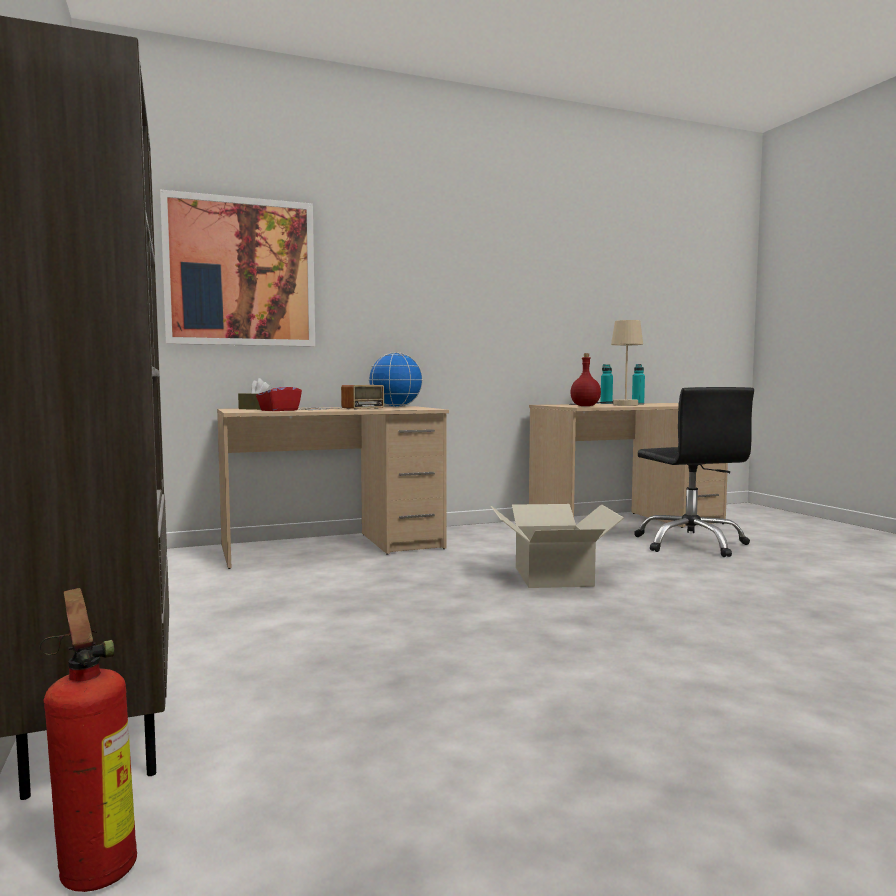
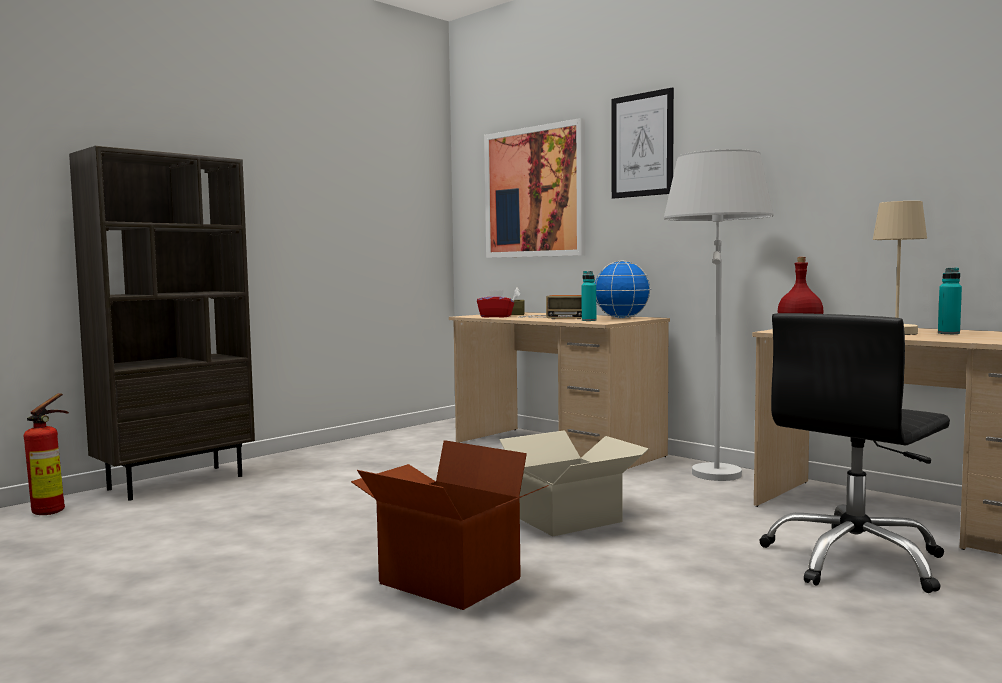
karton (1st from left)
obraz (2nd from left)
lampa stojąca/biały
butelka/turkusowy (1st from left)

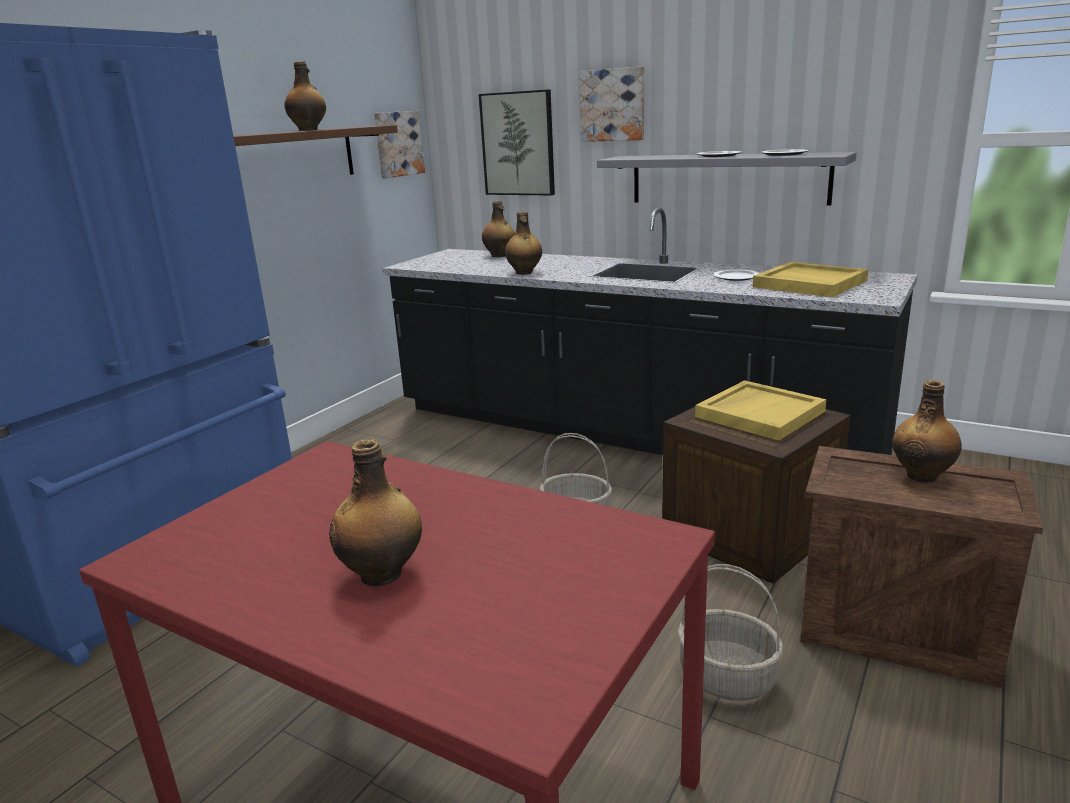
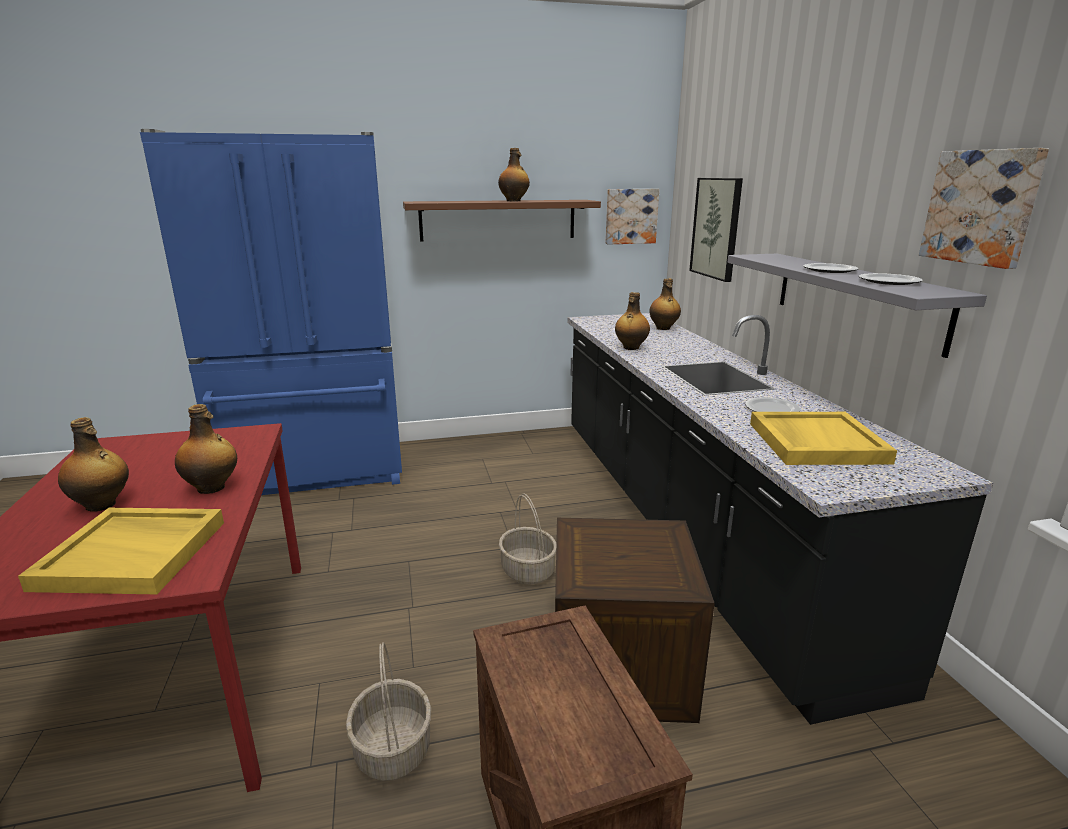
obraz (3rd from left)
taca/żółty (1st from left)
butelka (2nd from left)

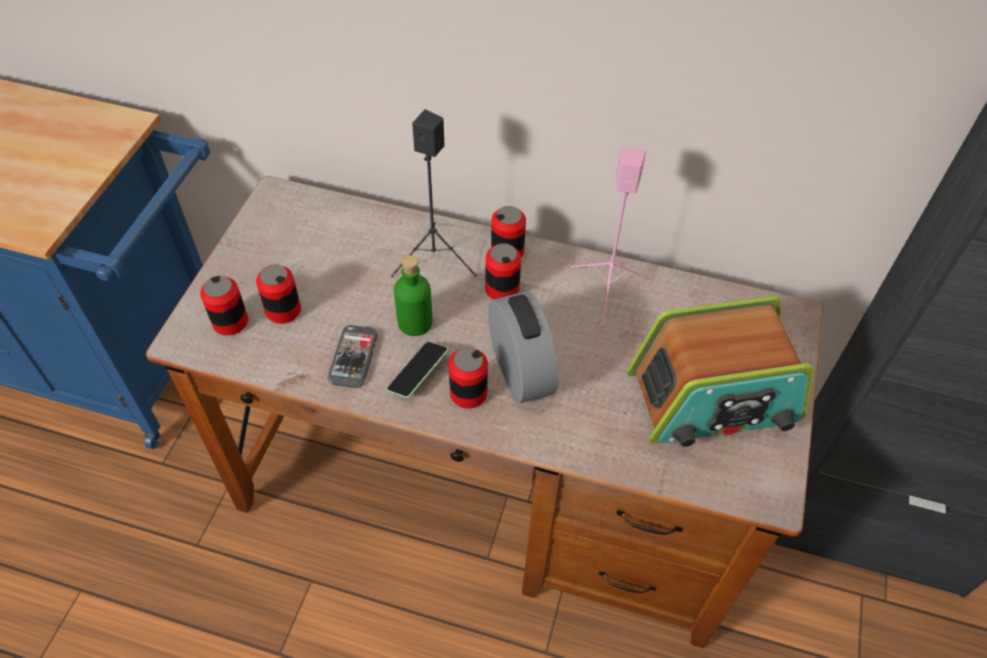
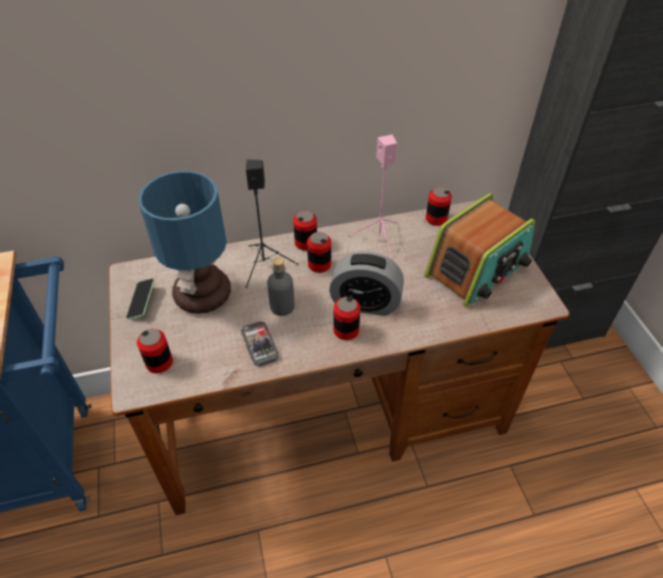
lampa stołowa
puszka (5th from left)
telefon (1st from left)
butelka/szary
budzik

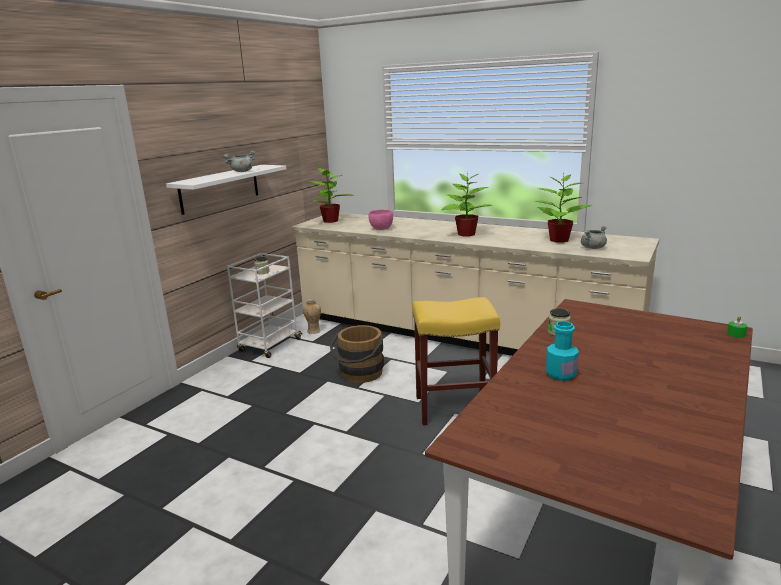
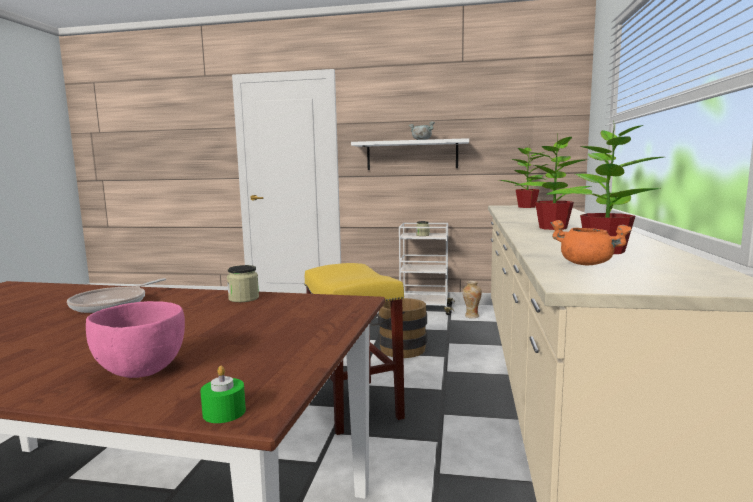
miska/różowy
patelnia
garnek/pomarańczowy

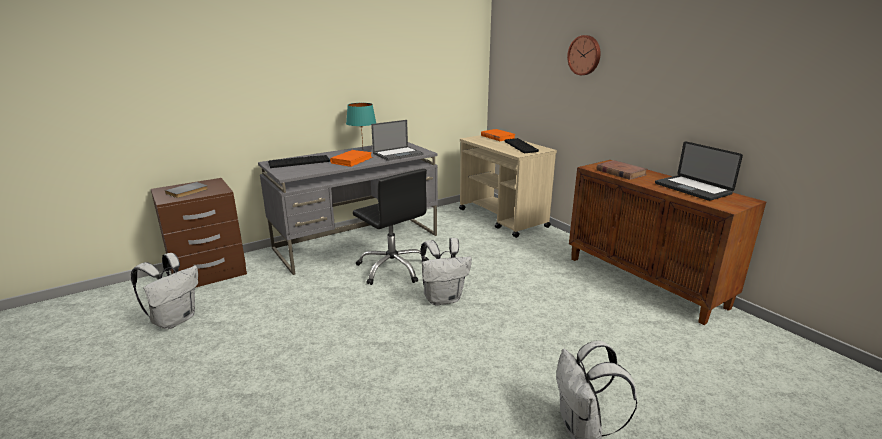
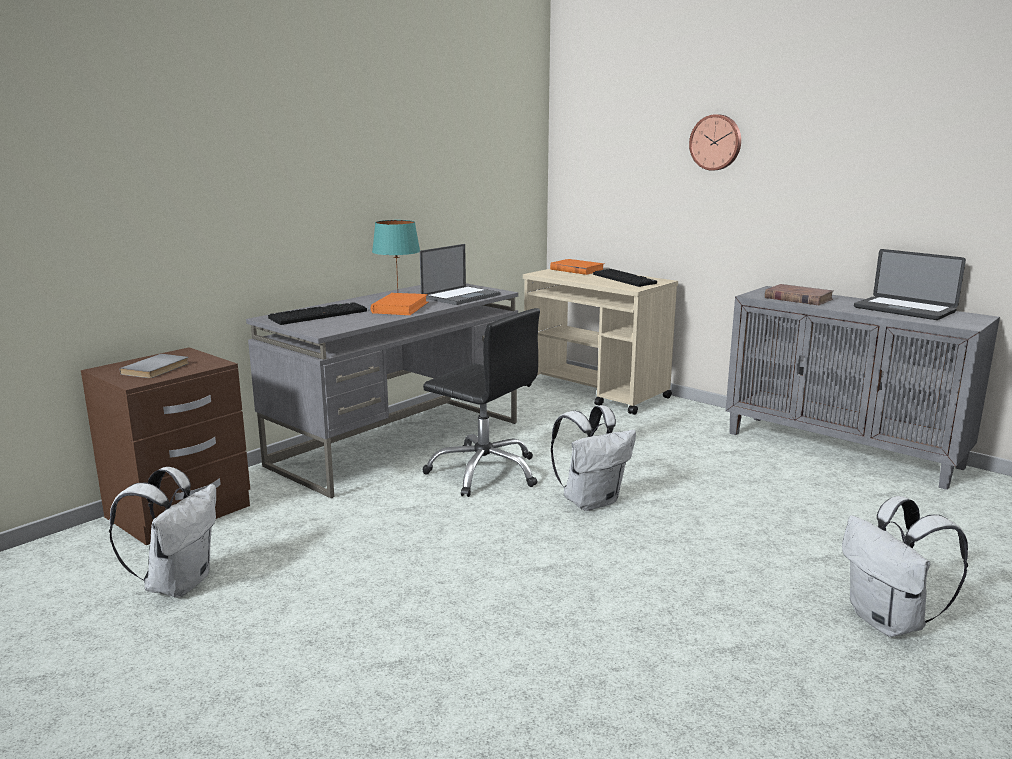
szafka/szary

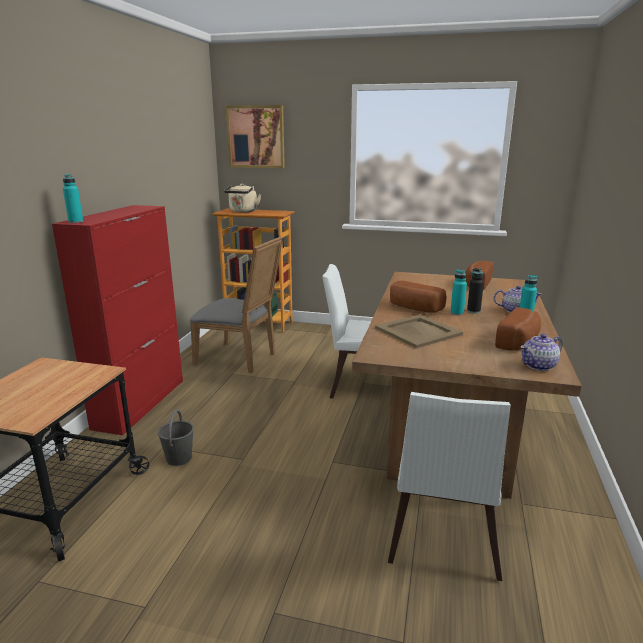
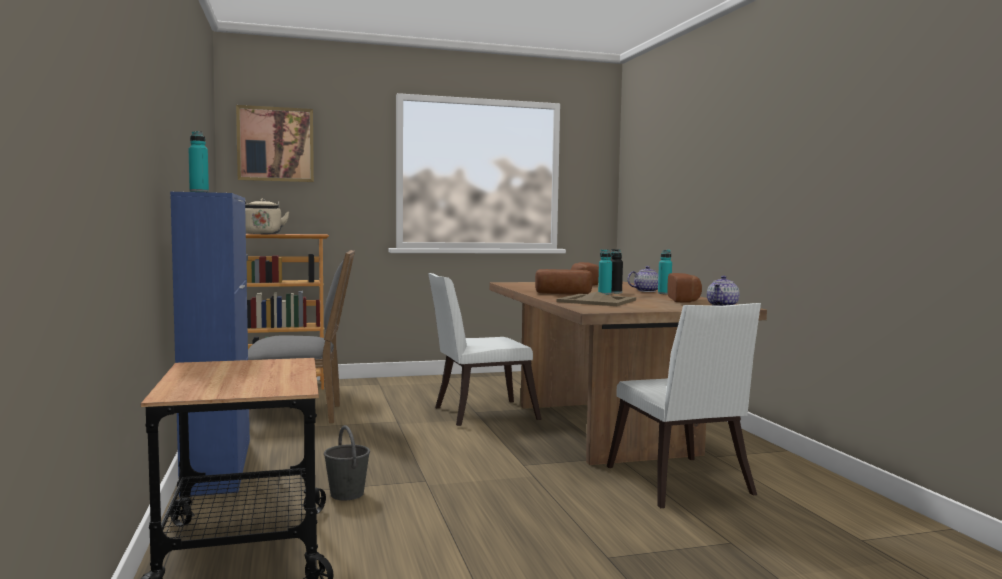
szafka/niebieski

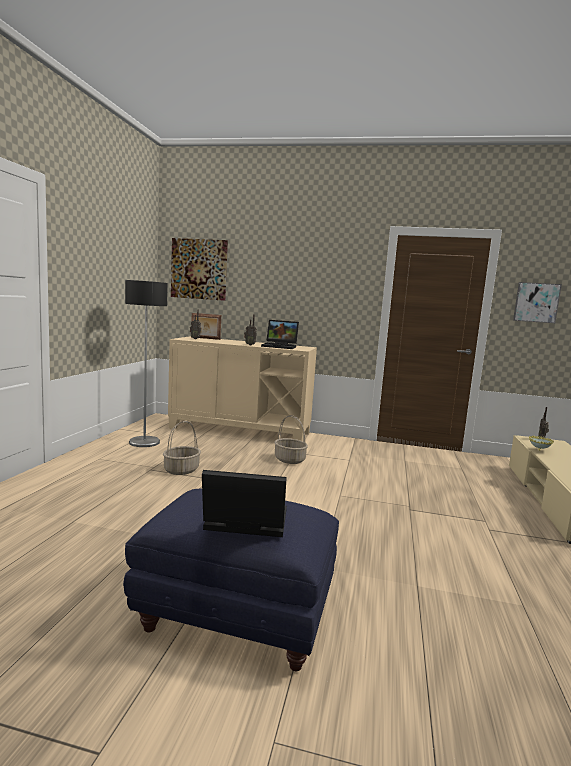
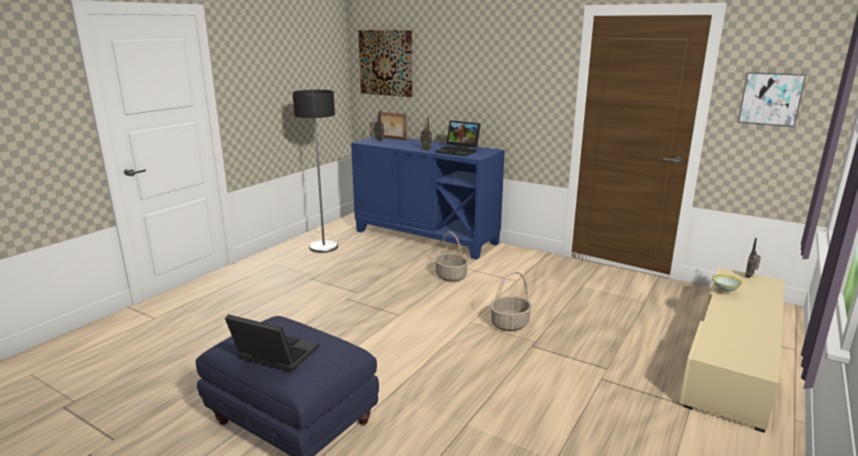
koszyk (2nd from left)
szafka/niebieski

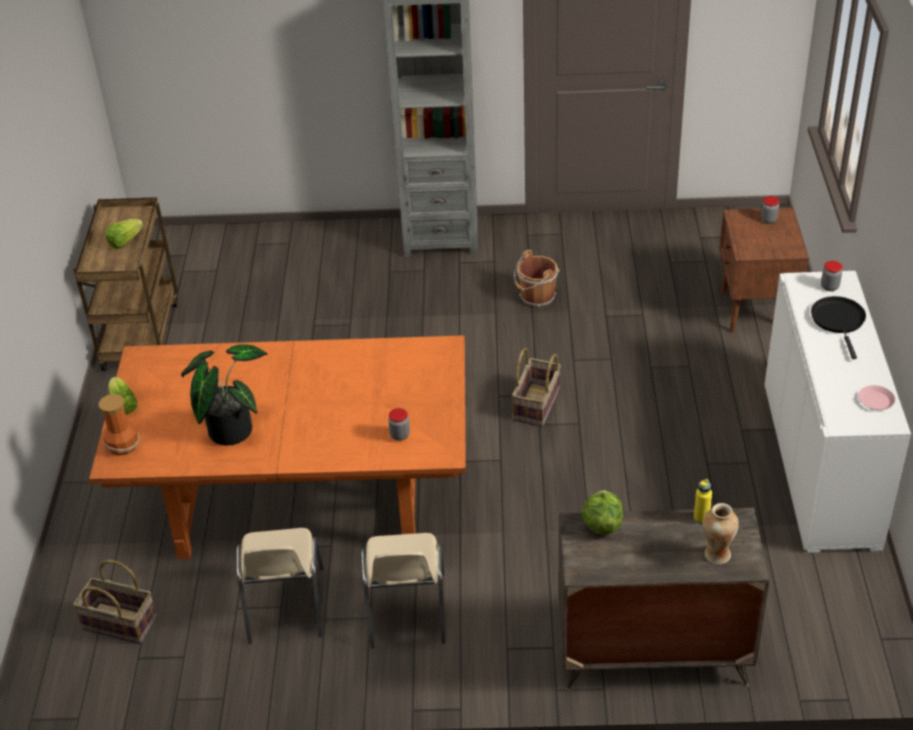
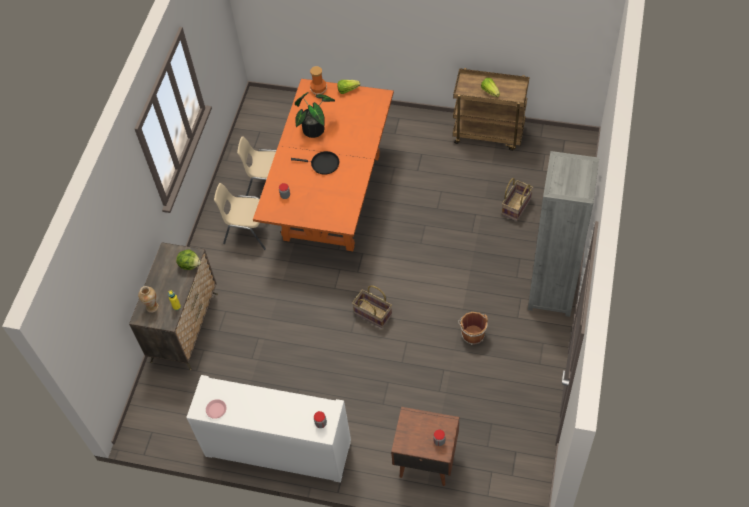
koszyk (2nd from left)
patelnia/czarny

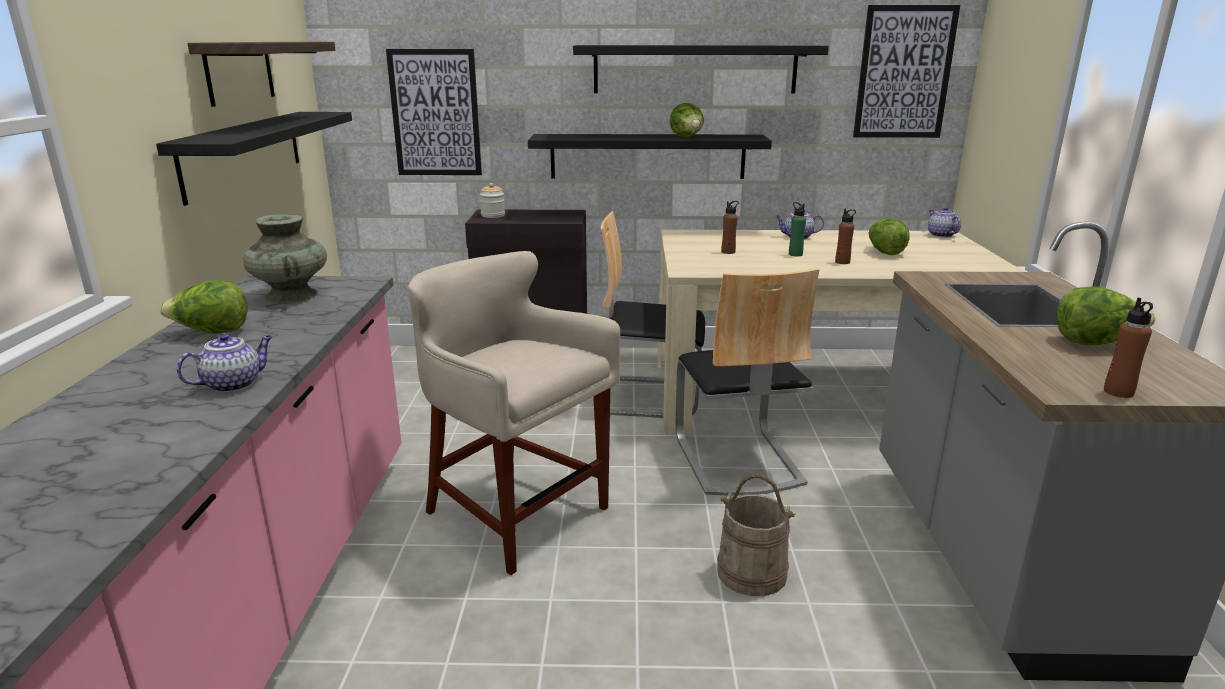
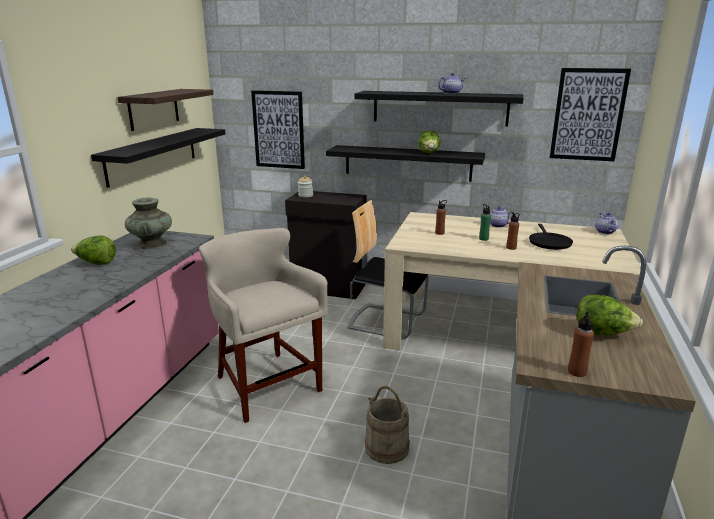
krzesło (2nd from left in the first image)
imbryk (1st from left)
patelnia/czarny

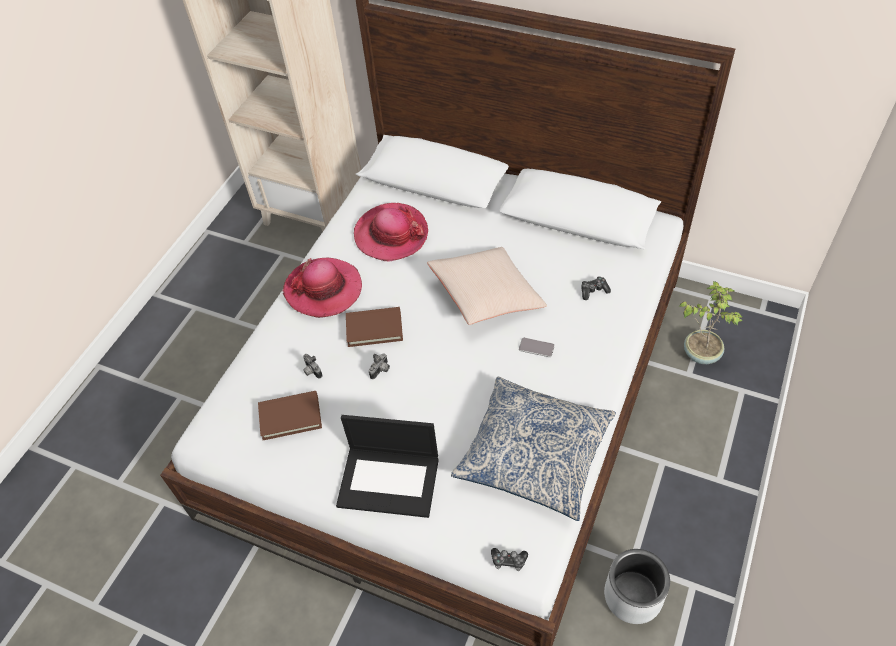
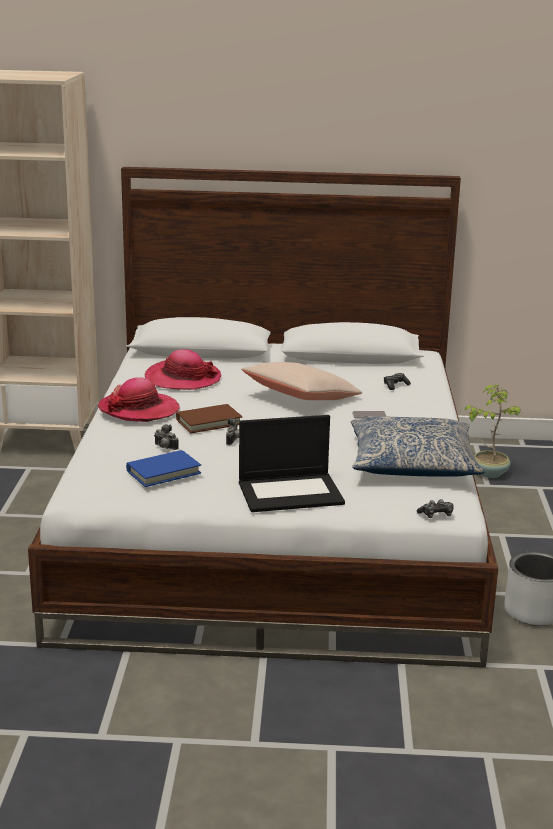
książka/niebieski

